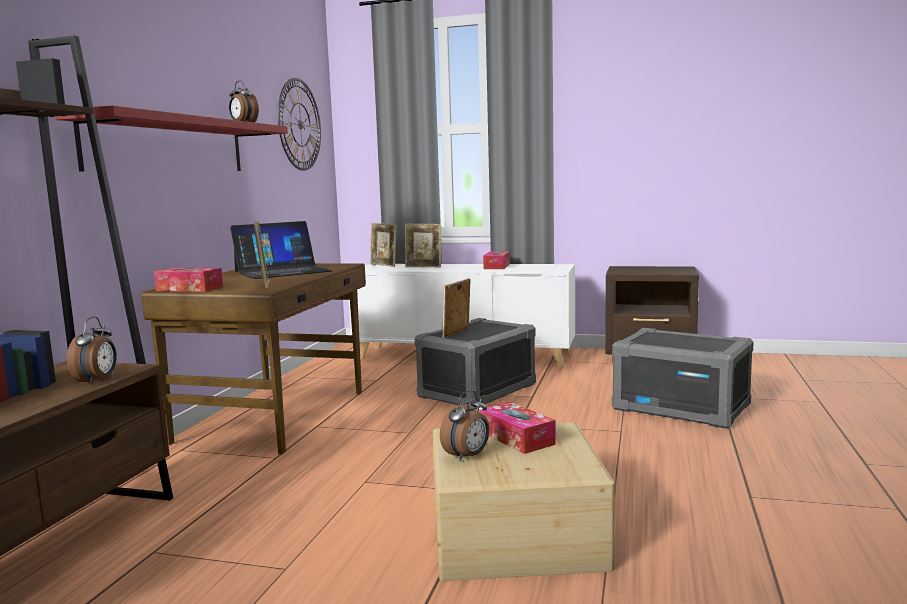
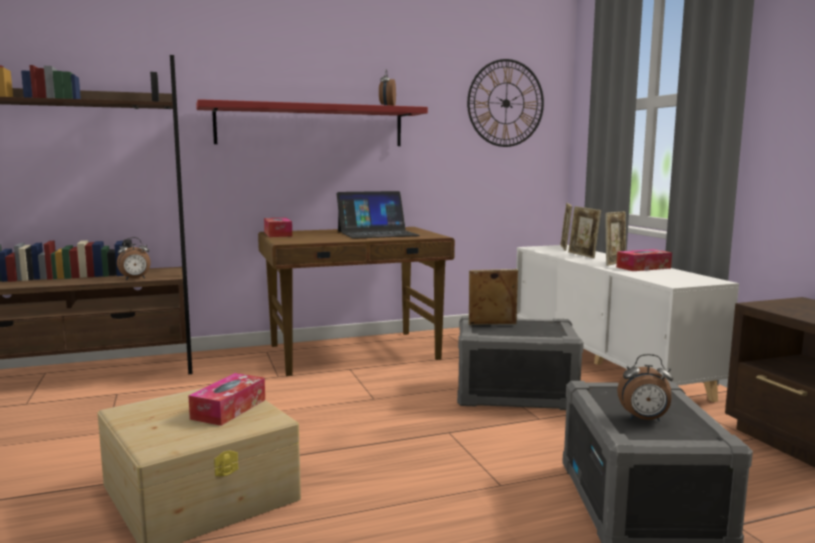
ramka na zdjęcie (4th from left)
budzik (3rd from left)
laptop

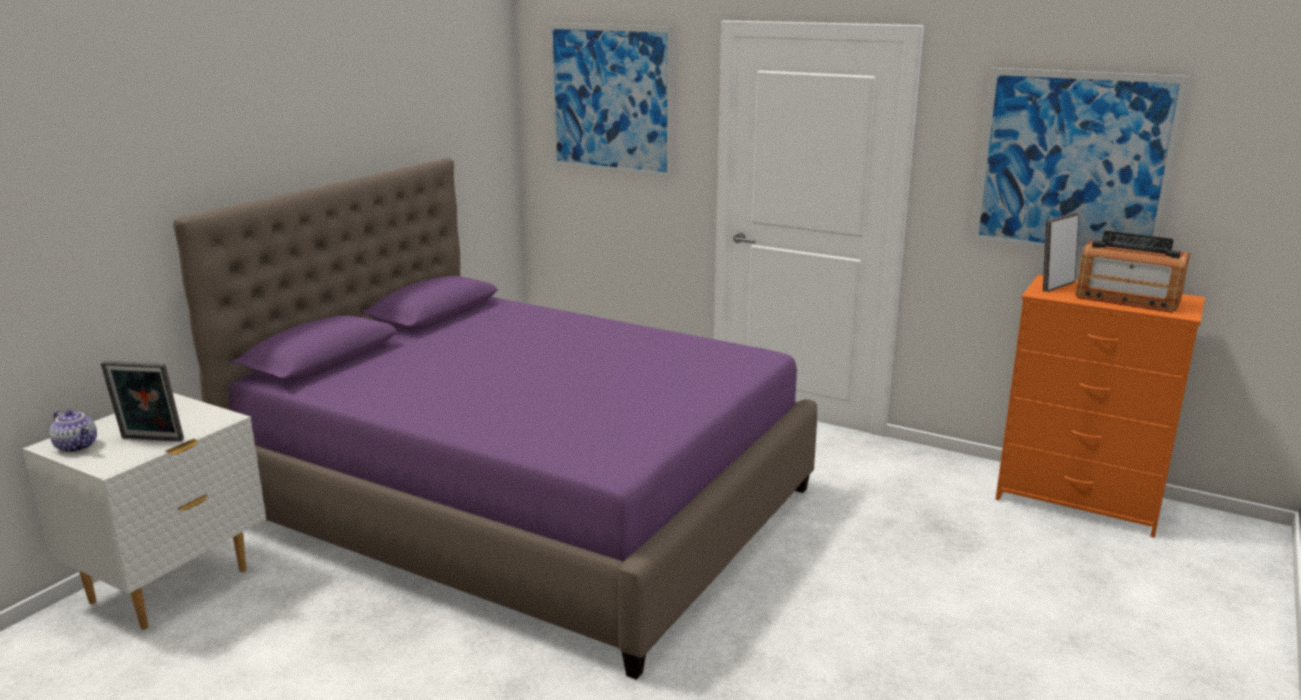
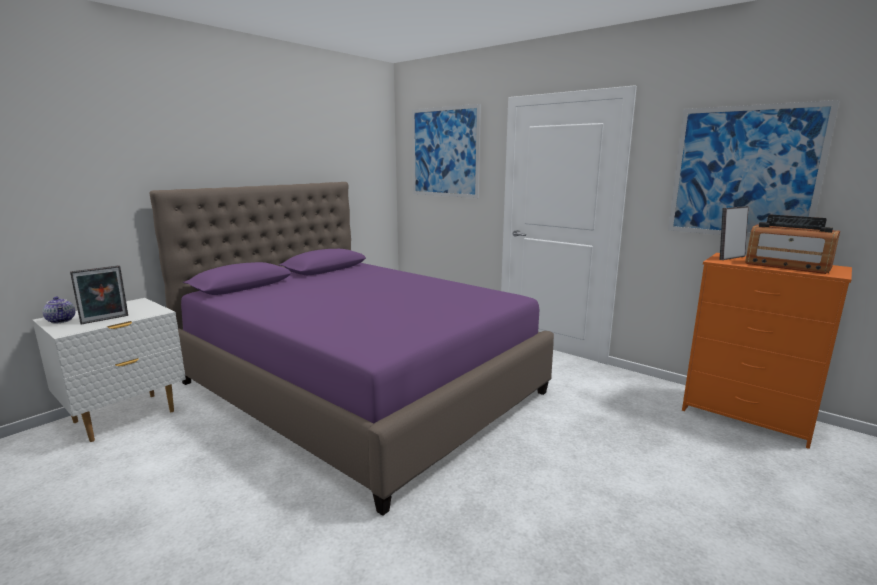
ramka na zdjęcie (1st from left)

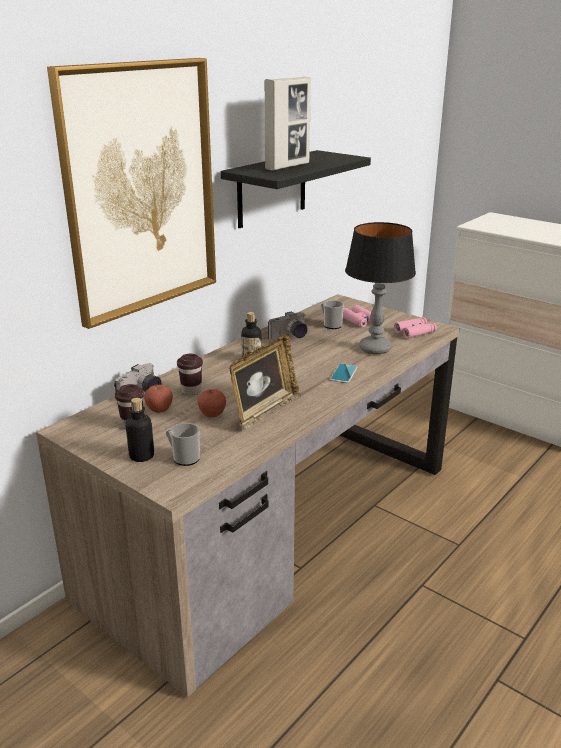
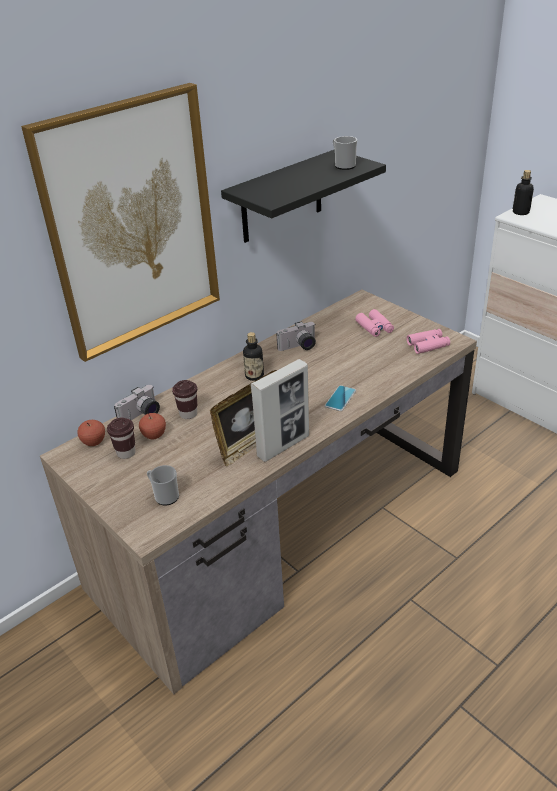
lampa stołowa
butelka (2nd from left)
jabłko (1st from left)
ramka na zdjęcie (2nd from left)
kubek (2nd from left)

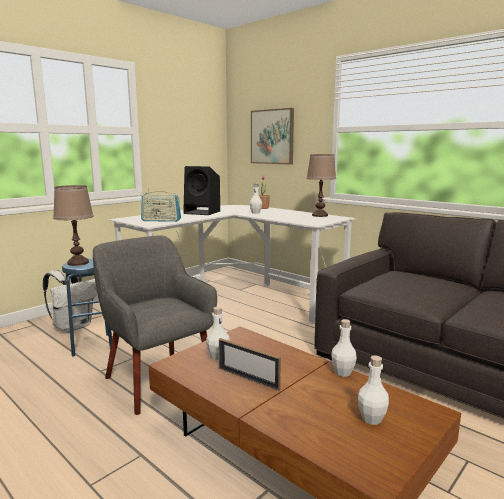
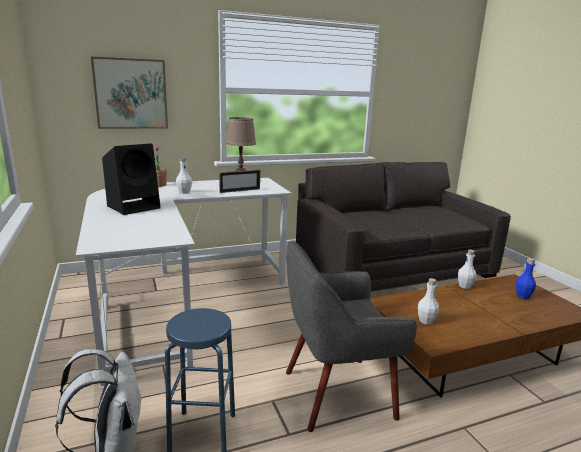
lampa stołowa/brązowy (1st from left in the first image)
radio
ramka na zdjęcie
butelka/niebieski

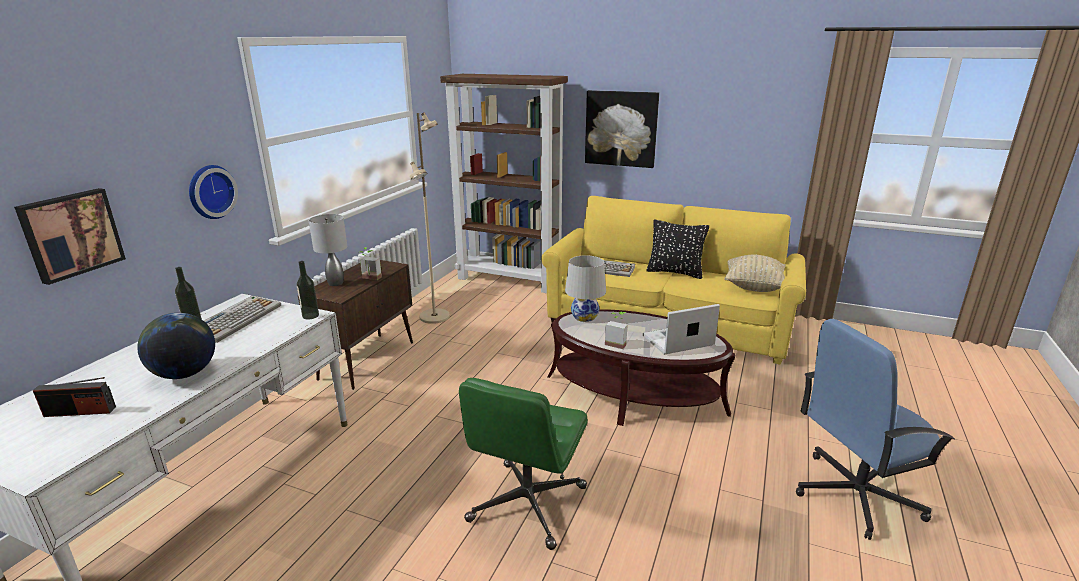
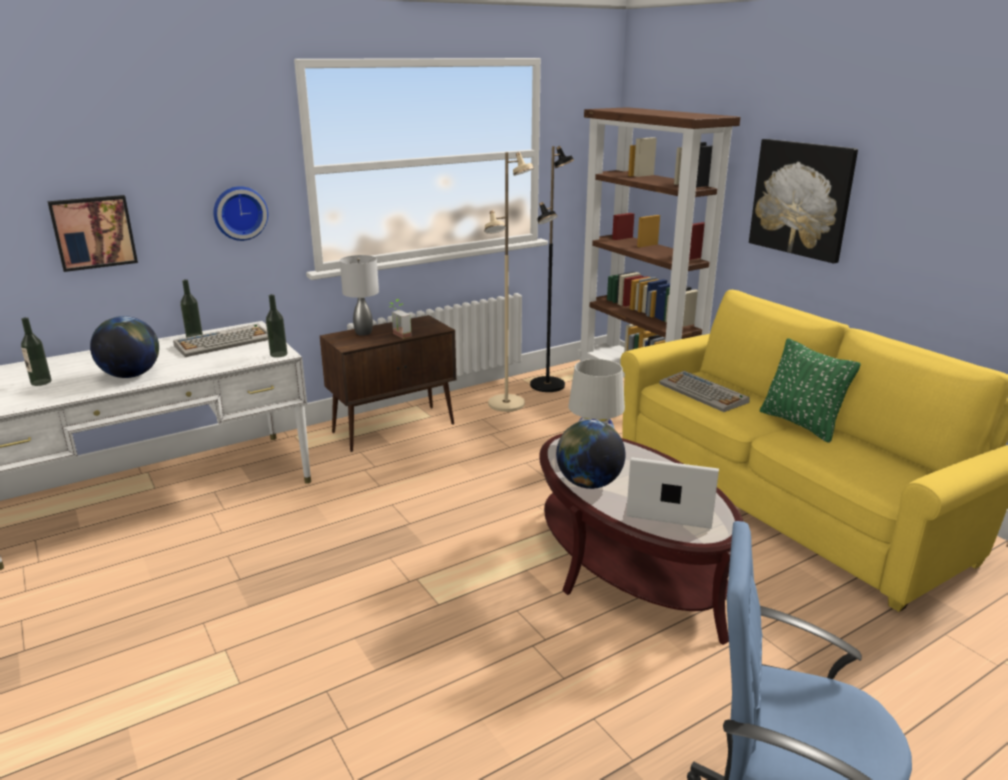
krzesło biurowe/zielony
poduszka/beżowy
lampa stojąca/czarny
butelka (1st from left)
globus (2nd from left)
poduszka/zielony

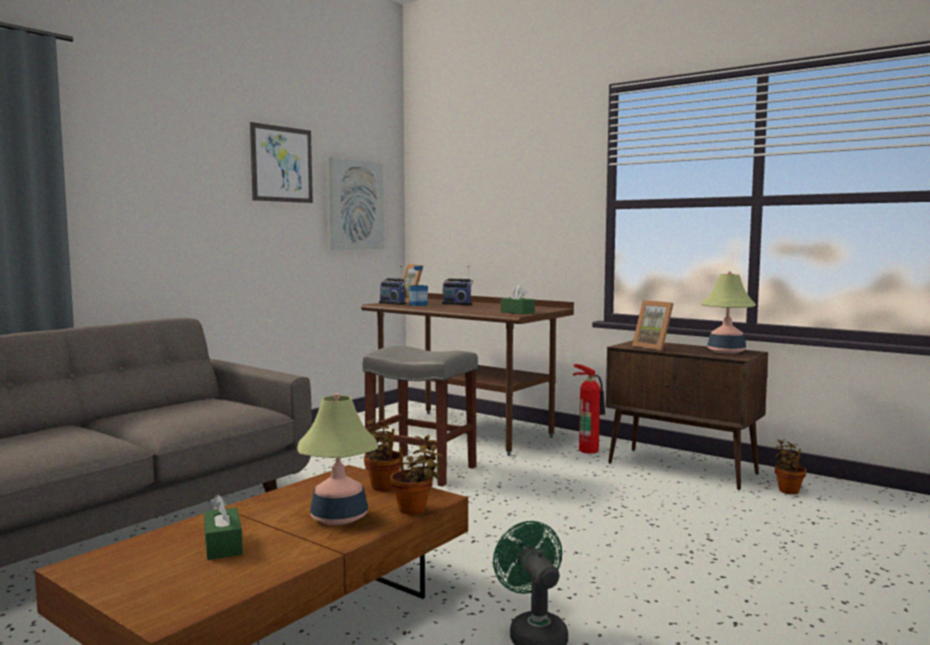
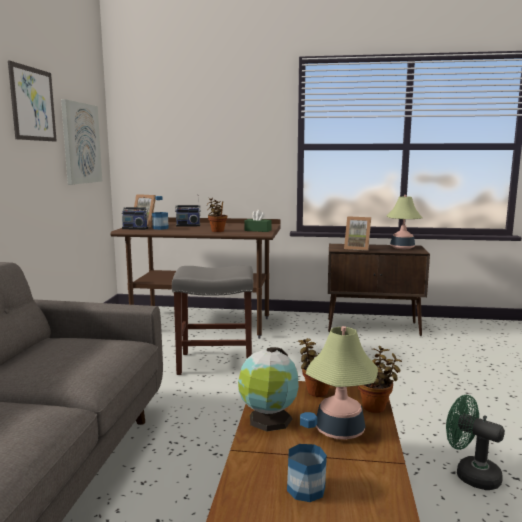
gaśnica
globus
roślina doniczkowa (1st from left)
butelka (2nd from left)

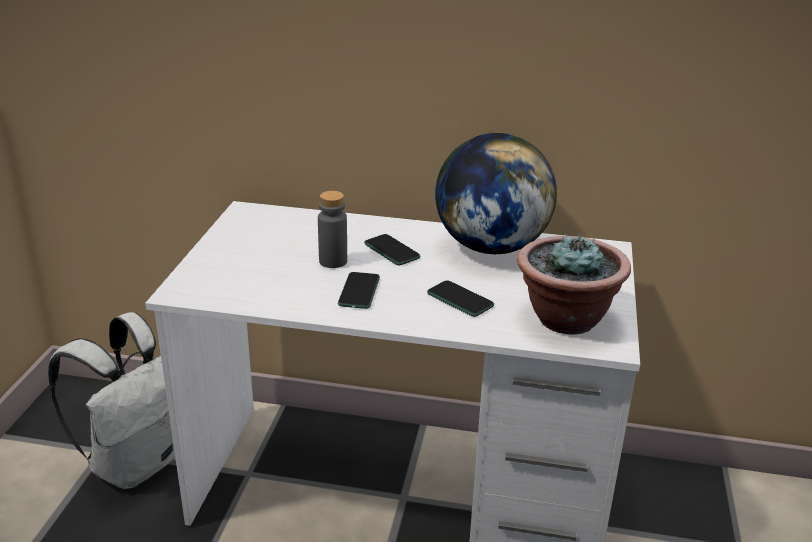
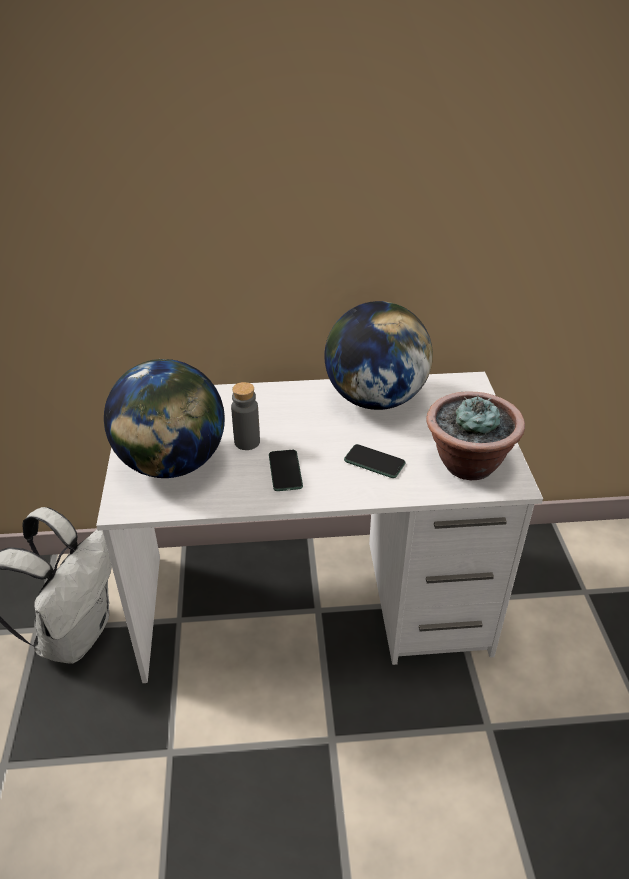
telefon (2nd from left in the first image)
globus (1st from left)

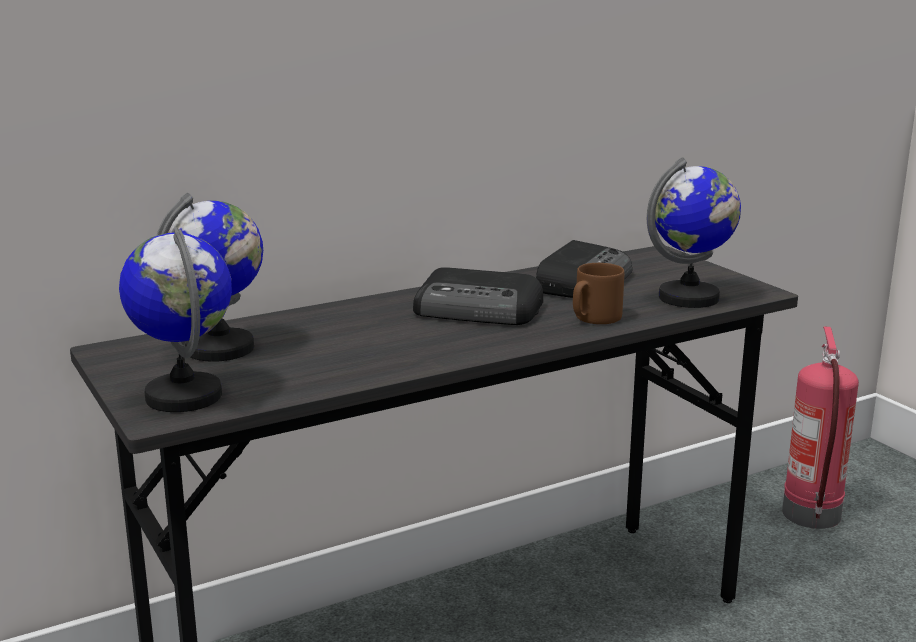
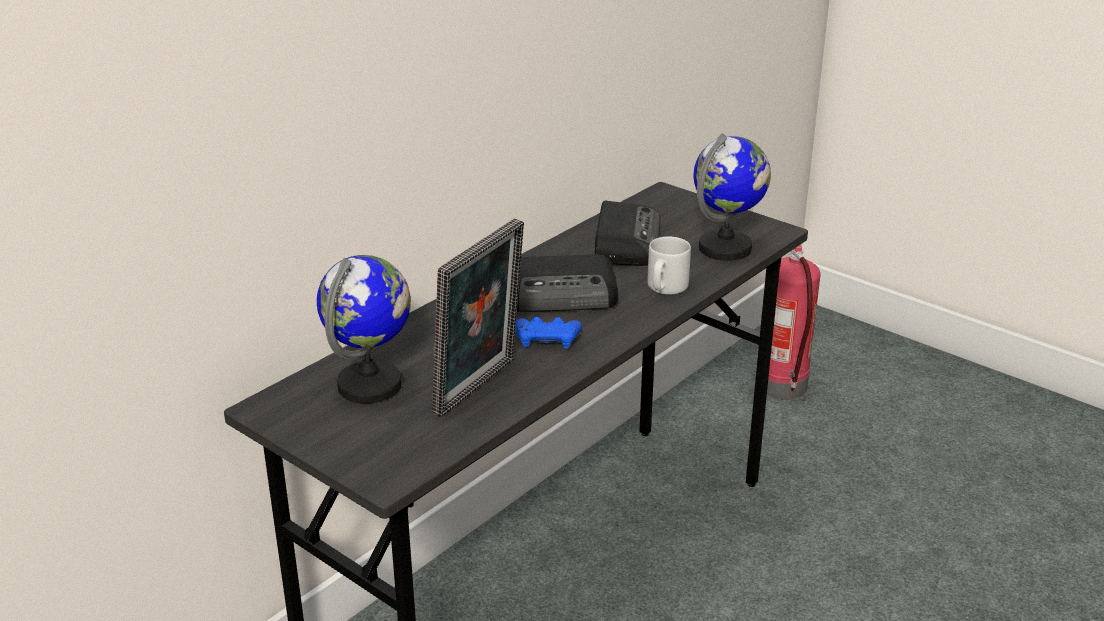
globus (1st from left in the first image)
ramka na zdjęcie
pad do gier/niebieski
kubek/szary

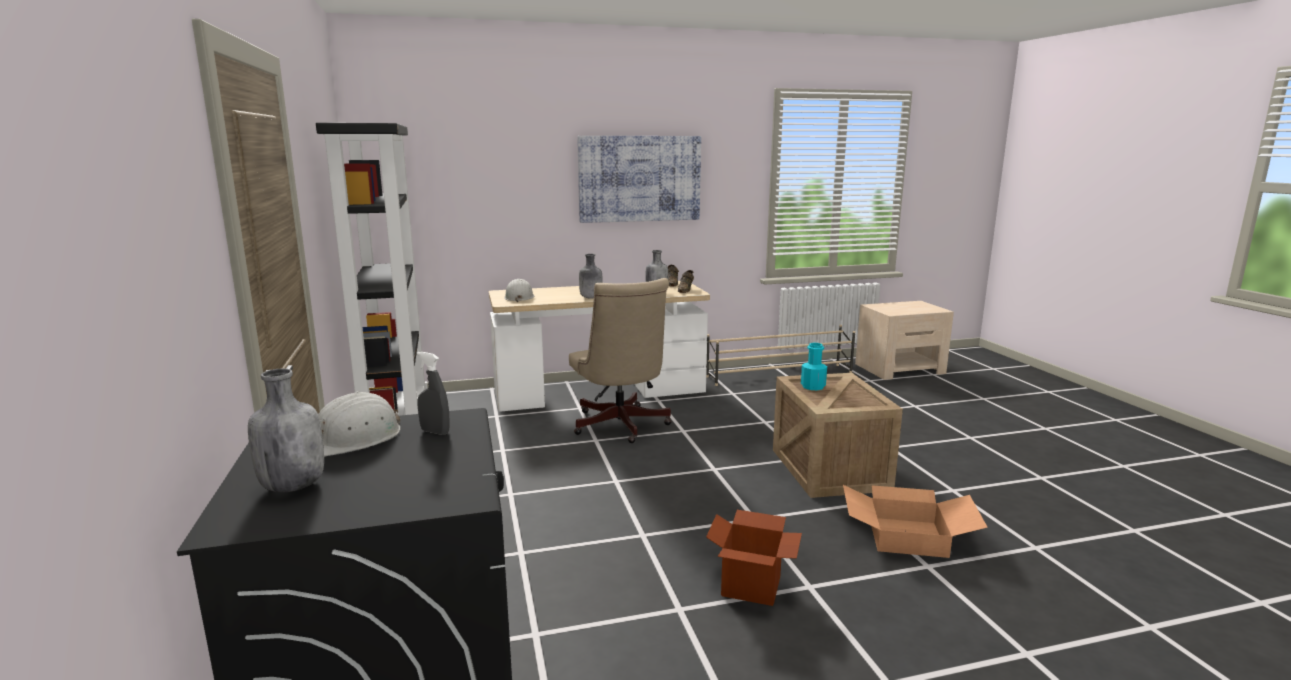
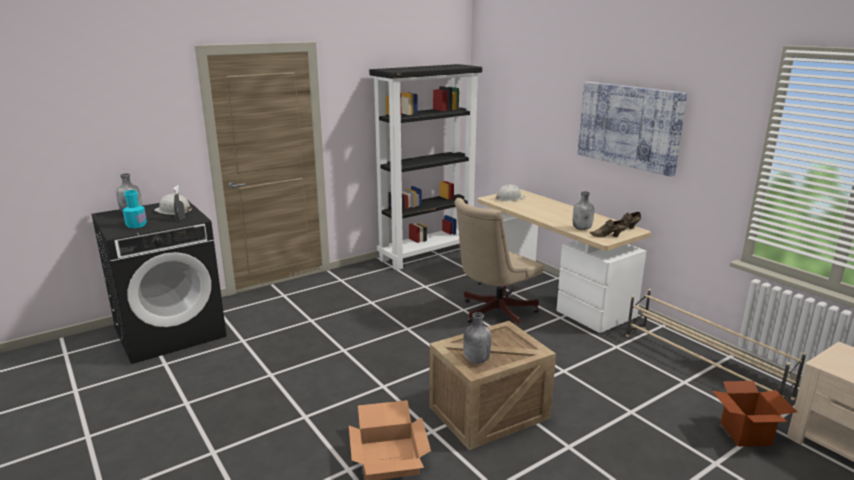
butelka/szary (2nd from left)
karton (2nd from left)
butelka/turkusowy

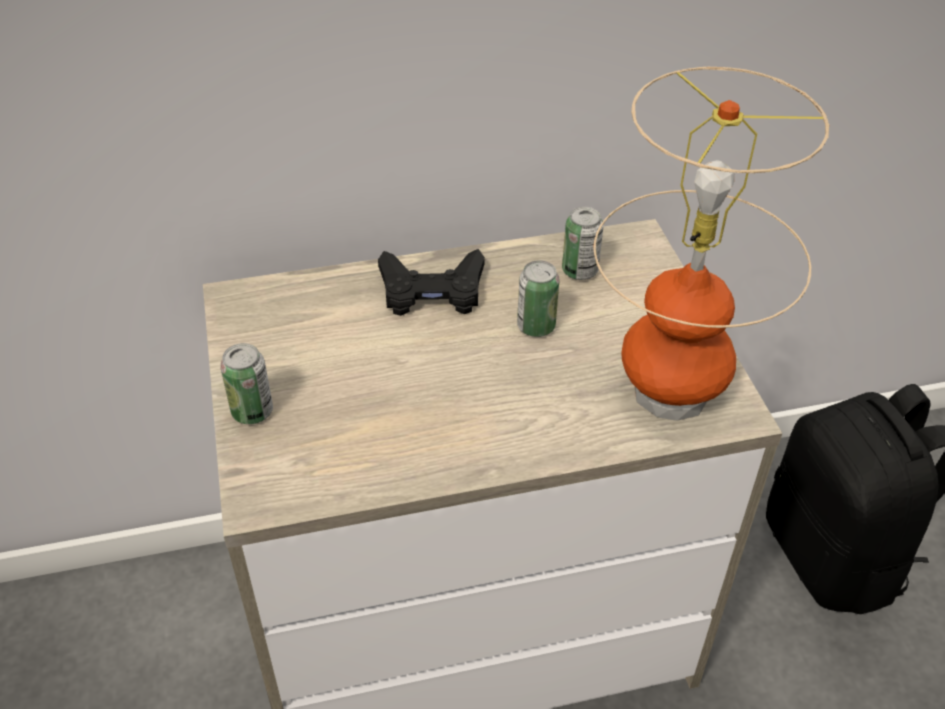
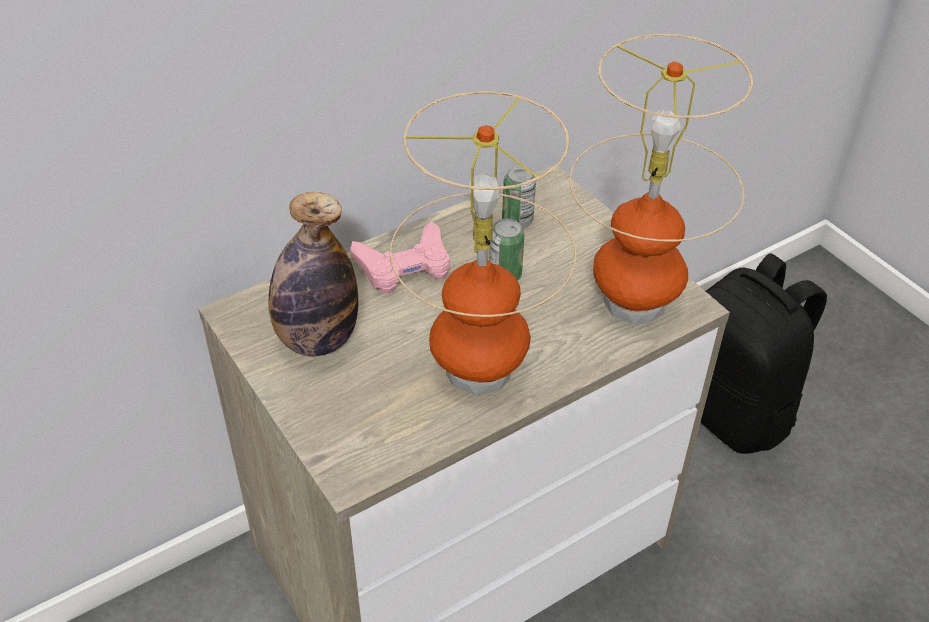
puszka (1st from left in the first image)
butelka
lampa stołowa (1st from left)
pad do gier/różowy

